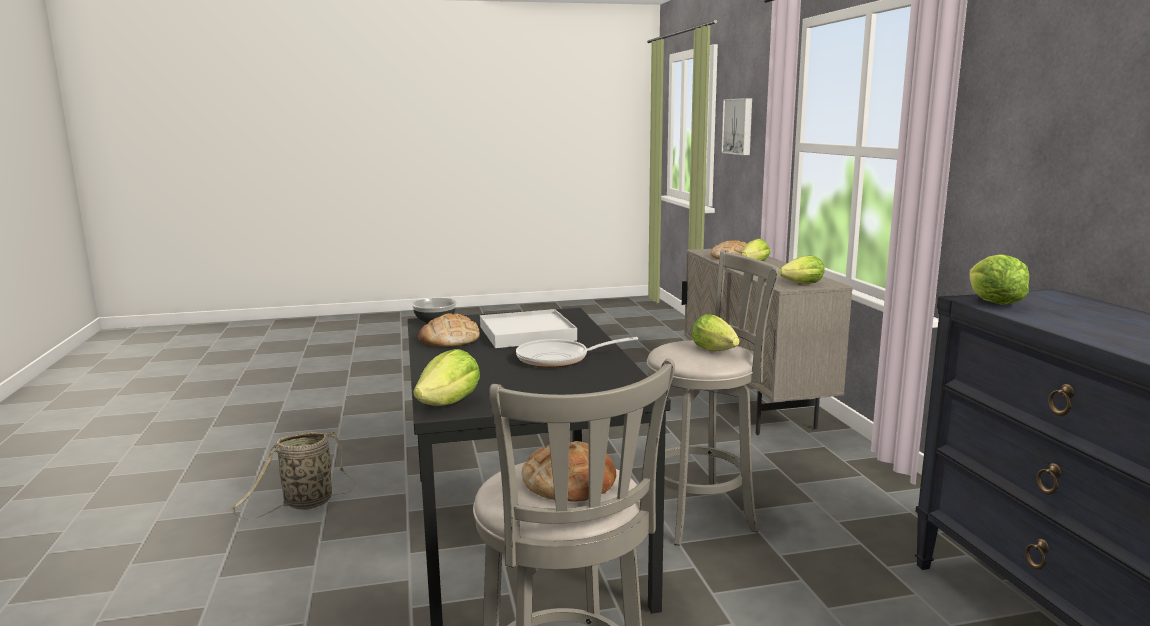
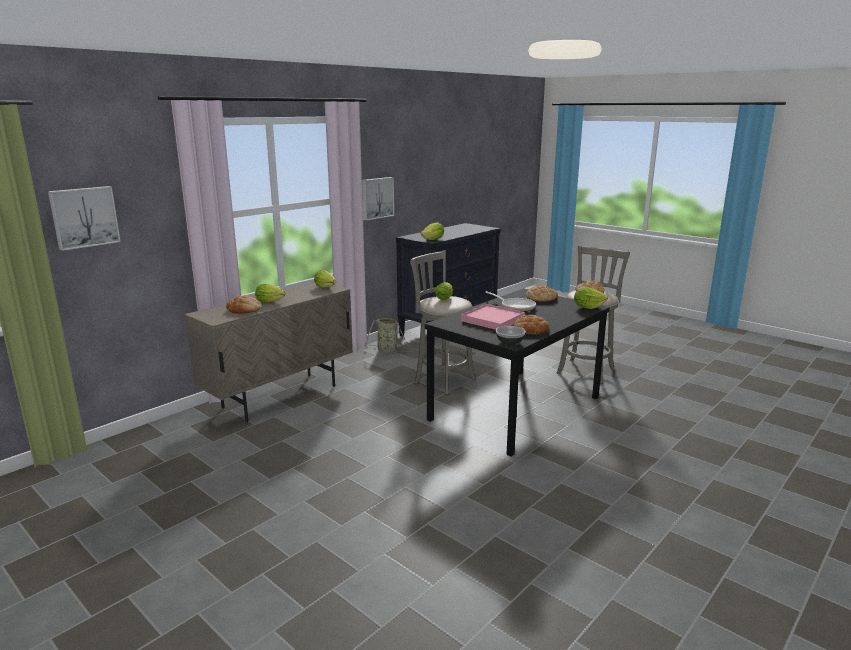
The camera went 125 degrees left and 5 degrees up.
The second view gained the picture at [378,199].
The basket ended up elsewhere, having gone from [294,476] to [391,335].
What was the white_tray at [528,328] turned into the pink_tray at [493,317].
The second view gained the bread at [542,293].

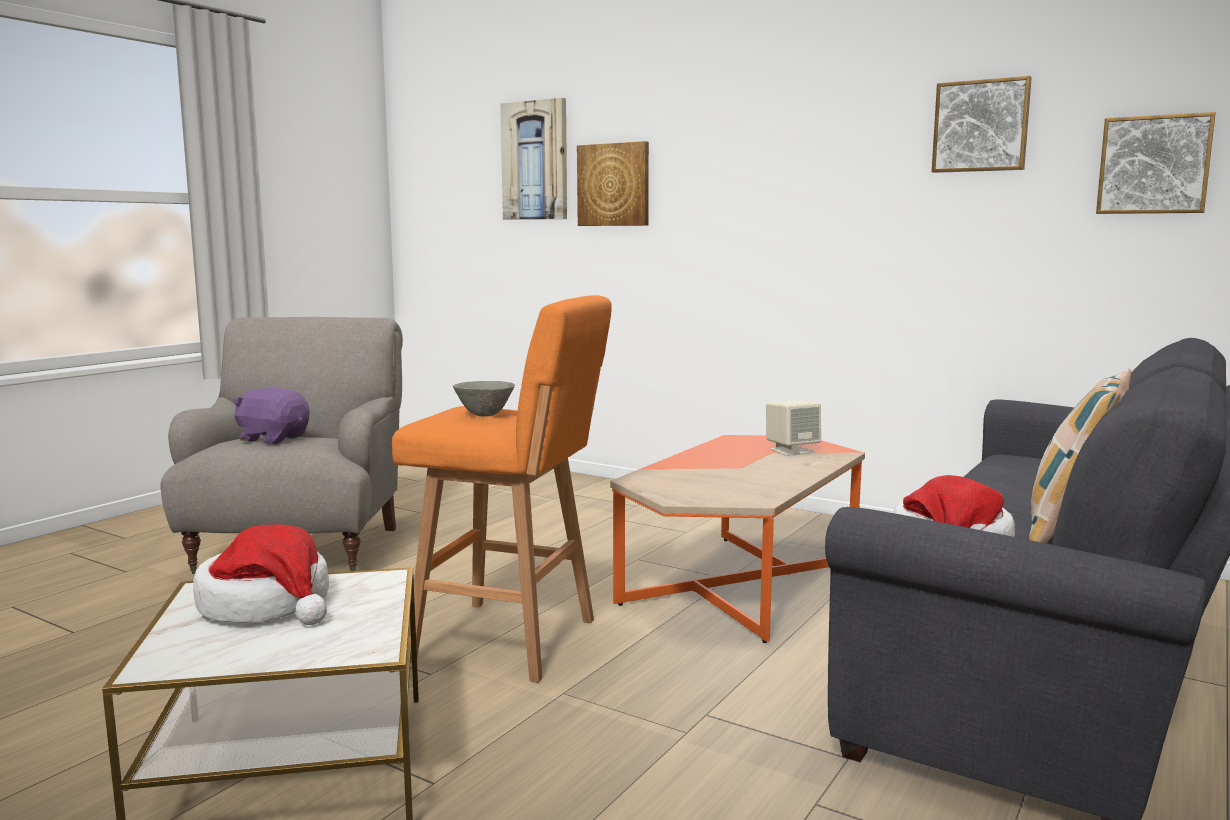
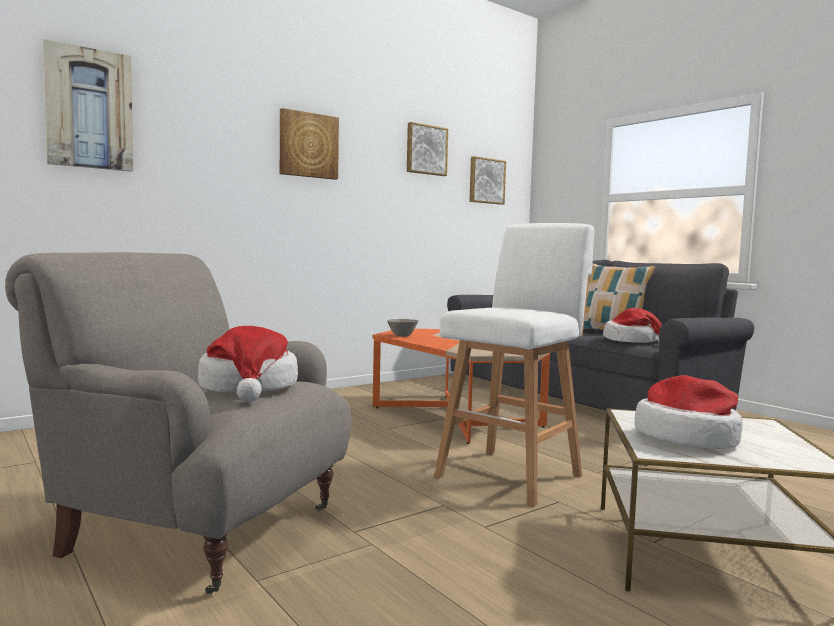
The camera went 70 degrees left and 5 degrees down.
Where the purple_plush_toy stood at [271,416], the hat came to stand at [248,364].
The picture ended up elsewhere, having gone from [613,183] to [309,144].
The grey_bowl ended up elsewhere, having gone from [484,399] to [402,328].
What was the orange_stool at [502,489] turned into the white_stool at [514,365].
The second view lost the beige_speaker at [793,428].

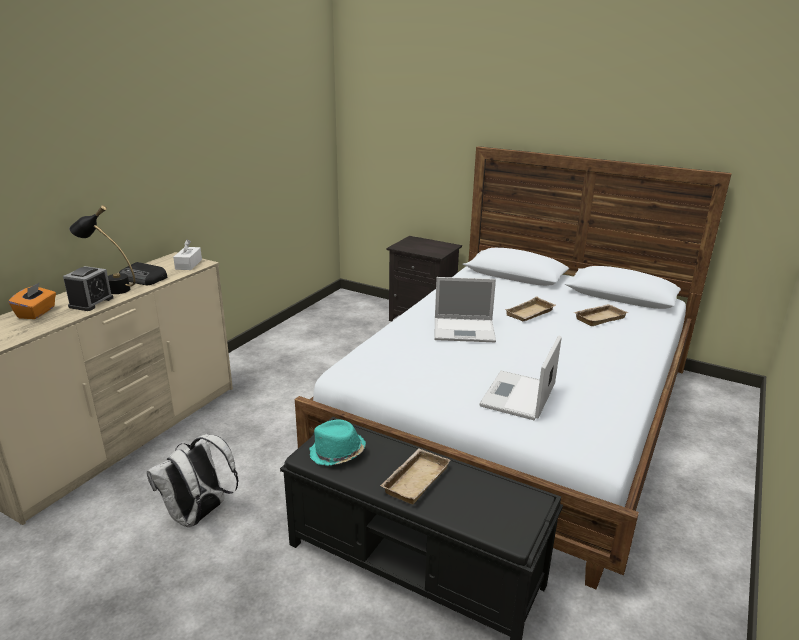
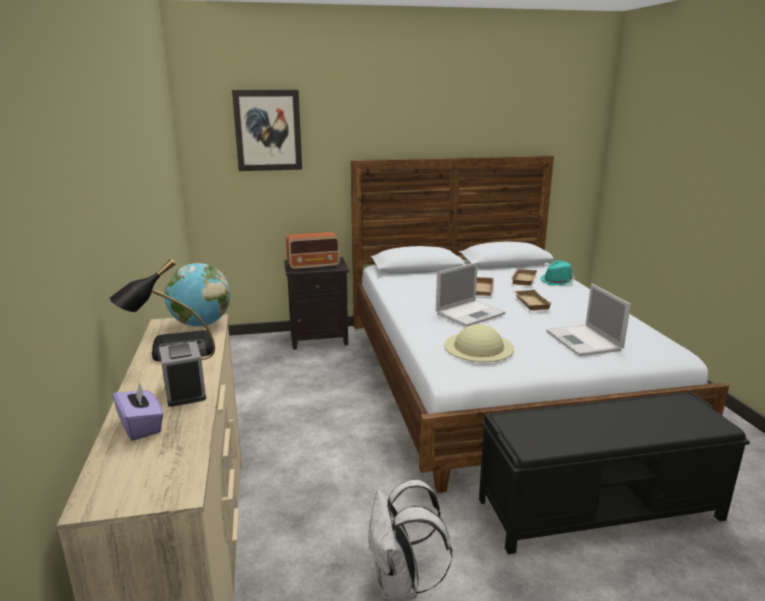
The camera went 40 degrees left and 5 degrees down.
What was the orange_tissue_box at [32,300] turned into the purple_tissue_box at [138,411].
Where the white_tissue_box stood at [187,254], the globe came to stand at [197,295].
The second view gained the picture at [267,130].
The second view gained the radio at [313,251].
The second view gained the beige_hat at [479,343].
The beige_tray ended up elsewhere, having gone from [415,476] to [533,300].
The turquoise_hat ended up elsewhere, having gone from [337,442] to [557,273].

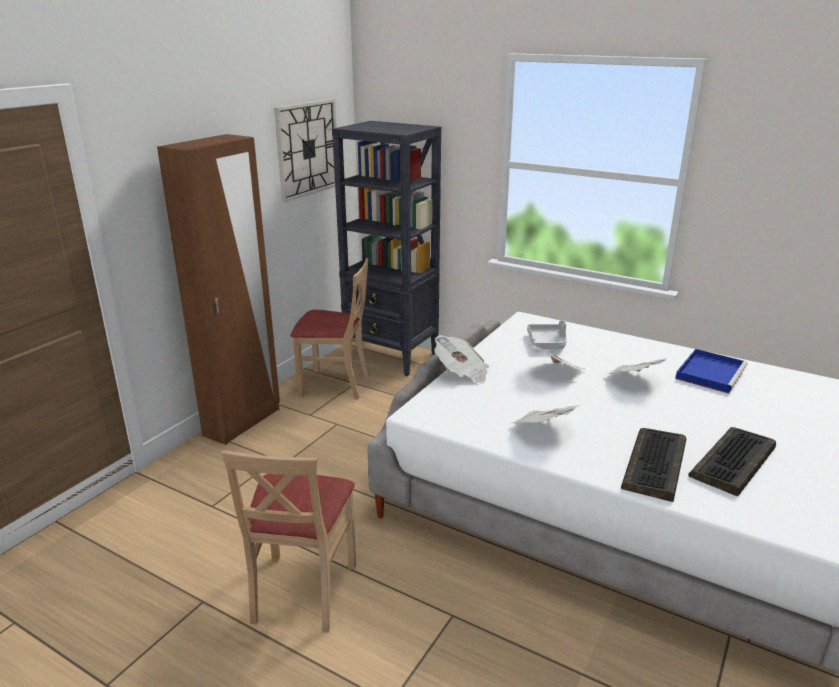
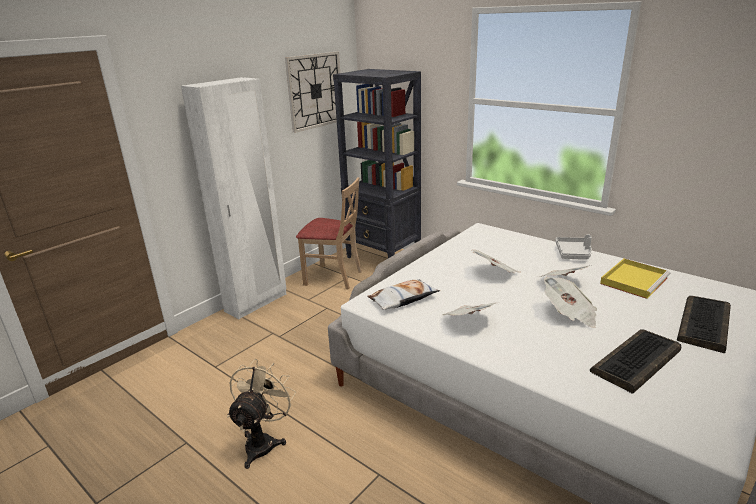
The camera went 10 degrees right and 0 degrees up.
What was the brown_wardrobe at [218,289] turned into the white_wardrobe at [234,198].
Where the beige_chair stood at [289,541], the beige_fan came to stand at [261,414].
The second view gained the pillow at [403,294].
The newspaper ended up elsewhere, having gone from [461,360] to [570,302].
The grey_tray ended up elsewhere, having gone from [547,334] to [573,246].
What was the blue_tray at [711,371] turned into the yellow_tray at [635,279].
The keyboard ended up elsewhere, having gone from [653,465] to [704,324].

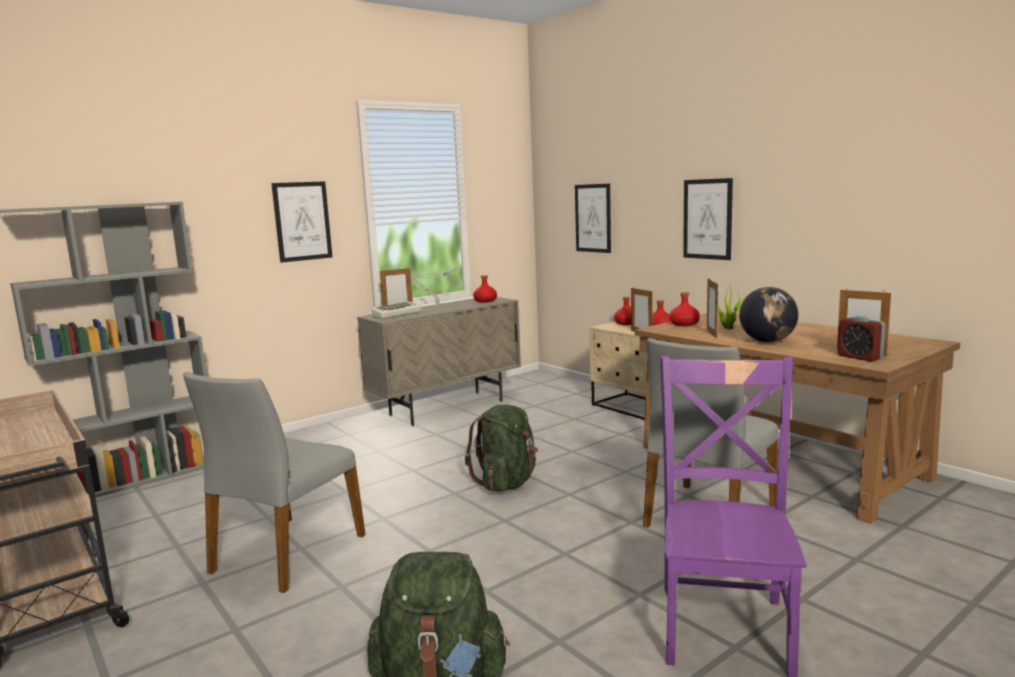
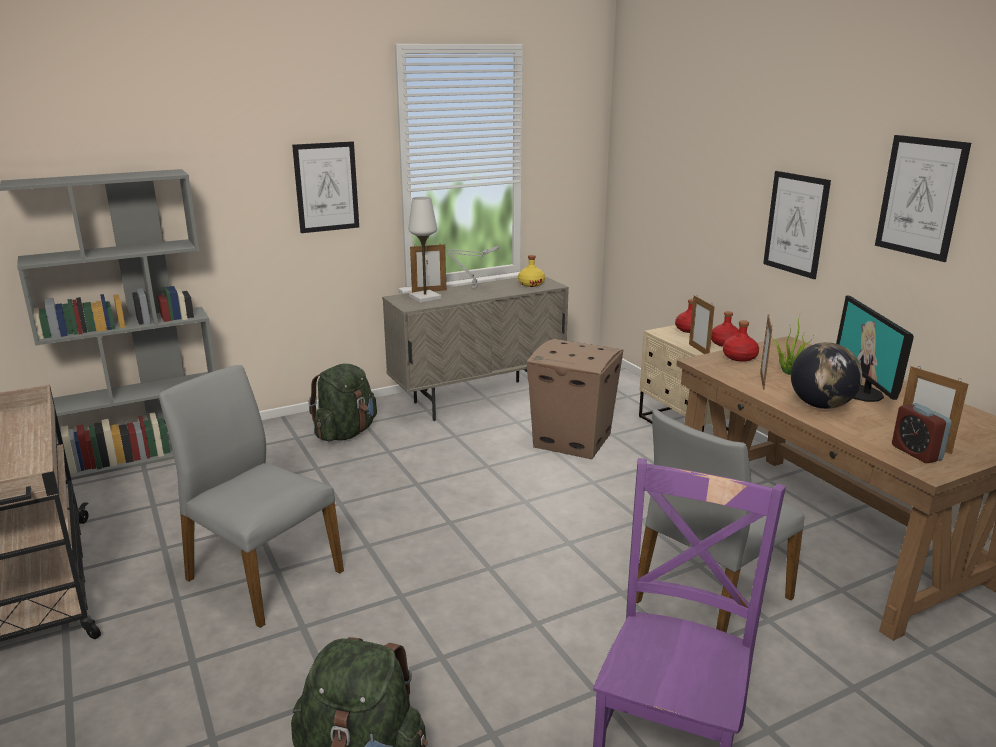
The camera went 10 degrees right and 10 degrees up.
The grey_chair at [274,482] ended up facing another way, 90 degrees clockwise from before.
The green_backpack ended up elsewhere, having gone from [501,448] to [342,402].
Where the keyboard stood at [396,310], the white_table_lamp came to stand at [424,250].
What was the red_bottle at [485,288] turned into the yellow_bottle at [531,271].
The second view gained the cardboard_box at [575,399].
The second view gained the monitor at [875,349].
The picture ended up elsewhere, having gone from [593,218] to [923,198].

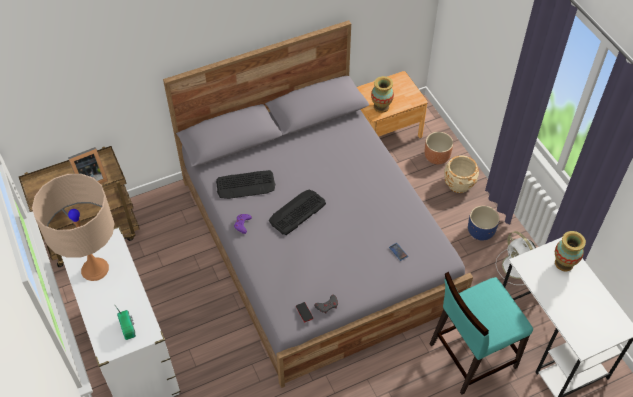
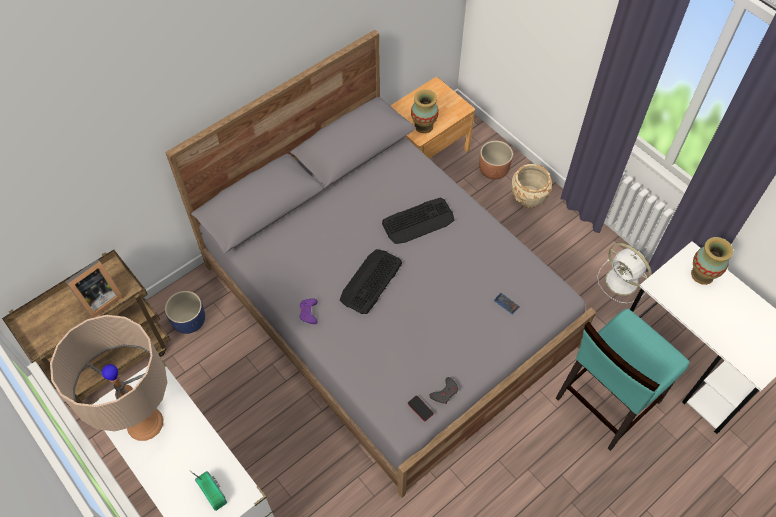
The camera went 15 degrees left and 5 degrees up.
The blue_planter ended up elsewhere, having gone from [484,223] to [185,312].
The keyboard ended up elsewhere, having gone from [245,184] to [418,220].

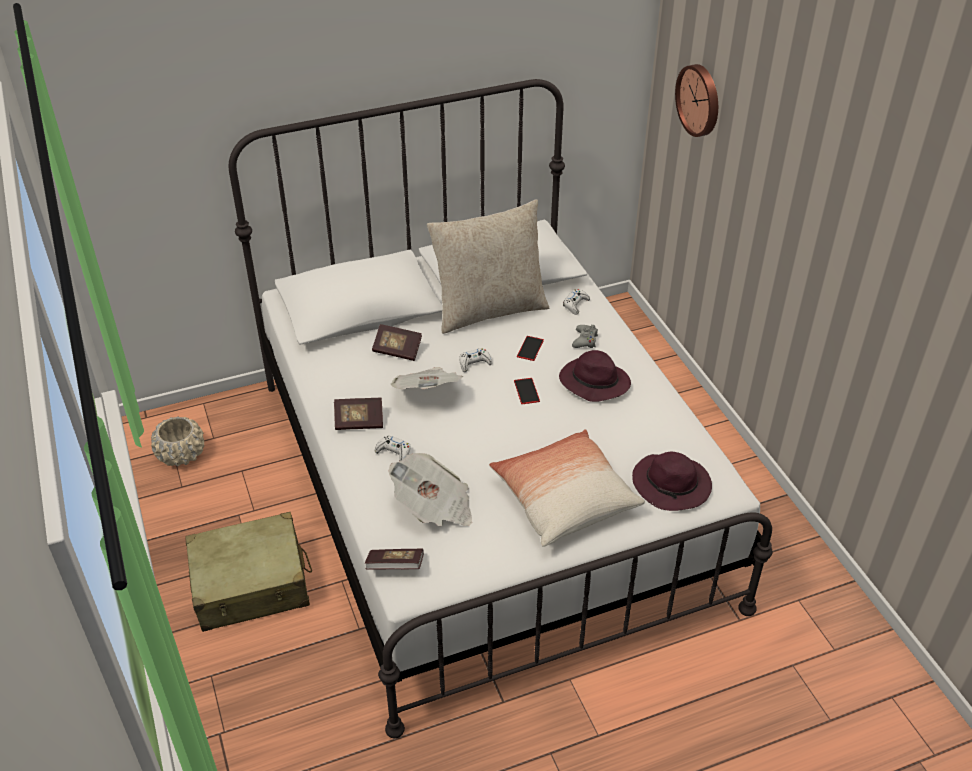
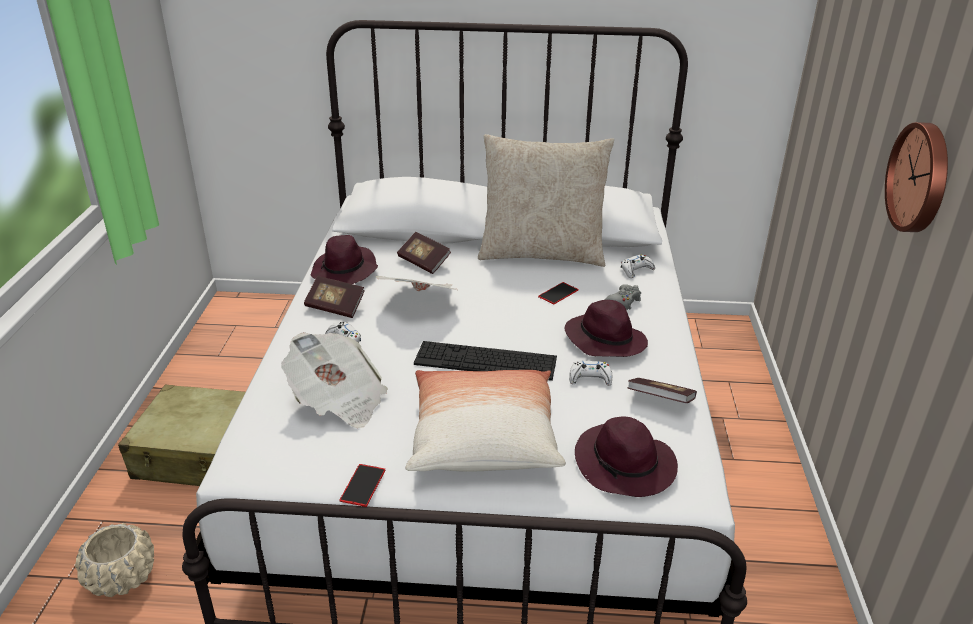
The camera went 25 degrees right and 10 degrees down.
The beige_planter ended up elsewhere, having gone from [177,441] to [114,560].
The second view gained the purple_hat at [344,259].
The phone ended up elsewhere, having gone from [527,391] to [362,485].
The second view gained the keyboard at [485,361].
The white_game_controller ended up elsewhere, having gone from [475,360] to [590,373].
The book ended up elsewhere, having gone from [394,559] to [662,390].
The wall_clock ended up elsewhere, having gone from [696,100] to [916,177].

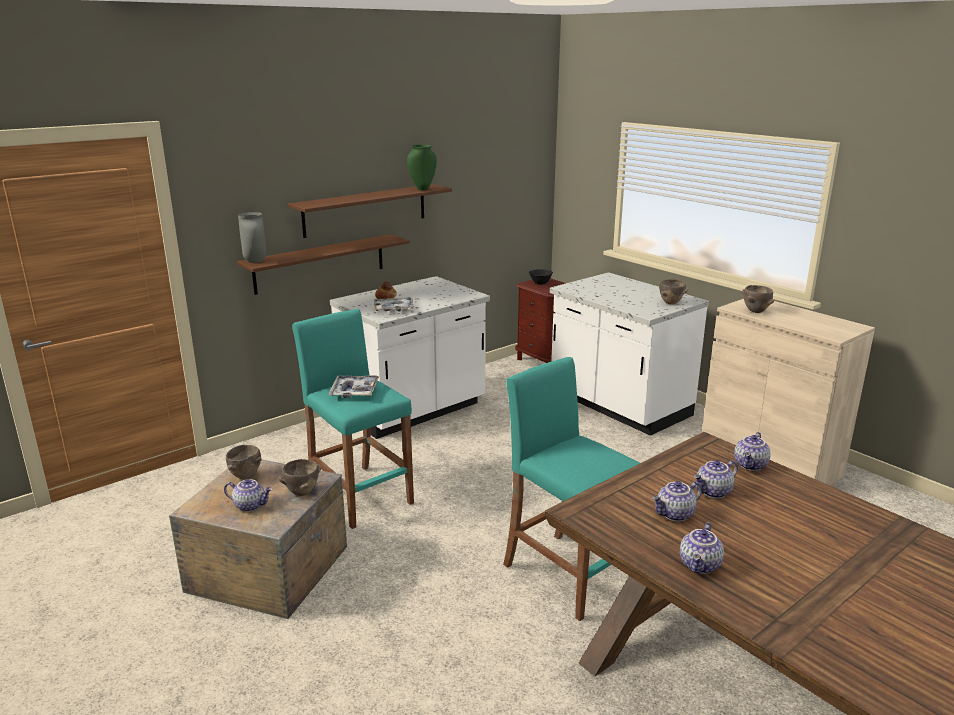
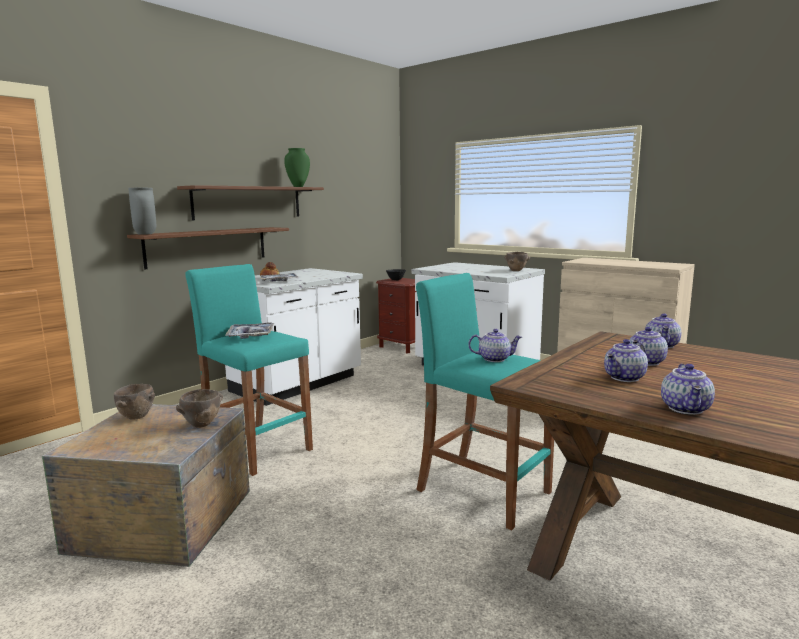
The camera went 10 degrees left and 10 degrees down.
The teapot ended up elsewhere, having gone from [248,495] to [495,345].
The second view lost the brown_bowl at [758,299].

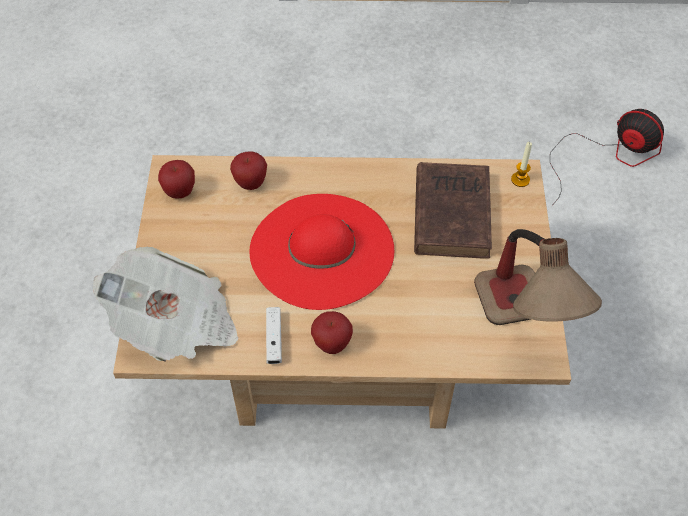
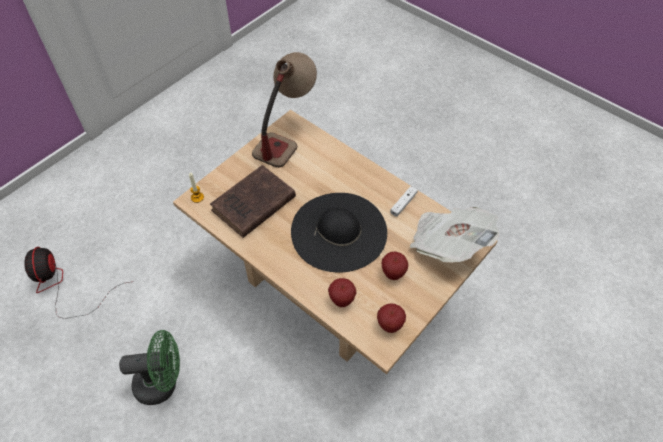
The camera went 140 degrees left and 0 degrees up.
The second view gained the green_fan at [149,367].
What was the red_hat at [321,252] turned into the black_hat at [339,232].
The apple ended up elsewhere, having gone from [332,332] to [394,266].

